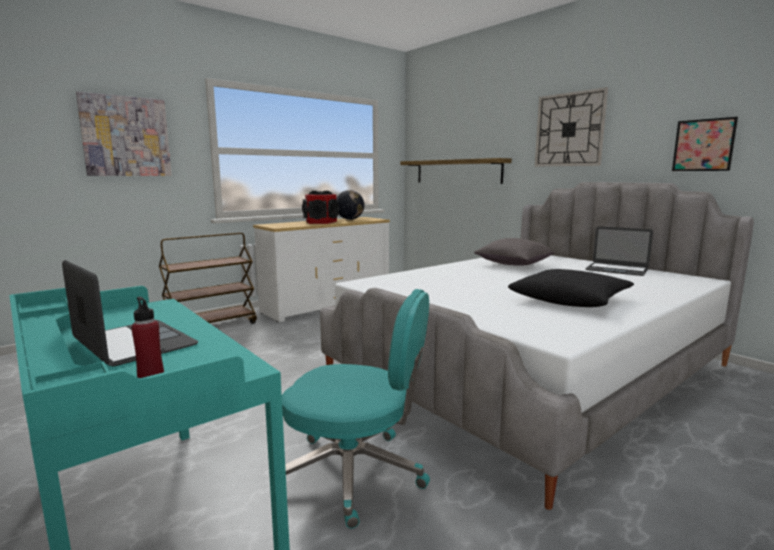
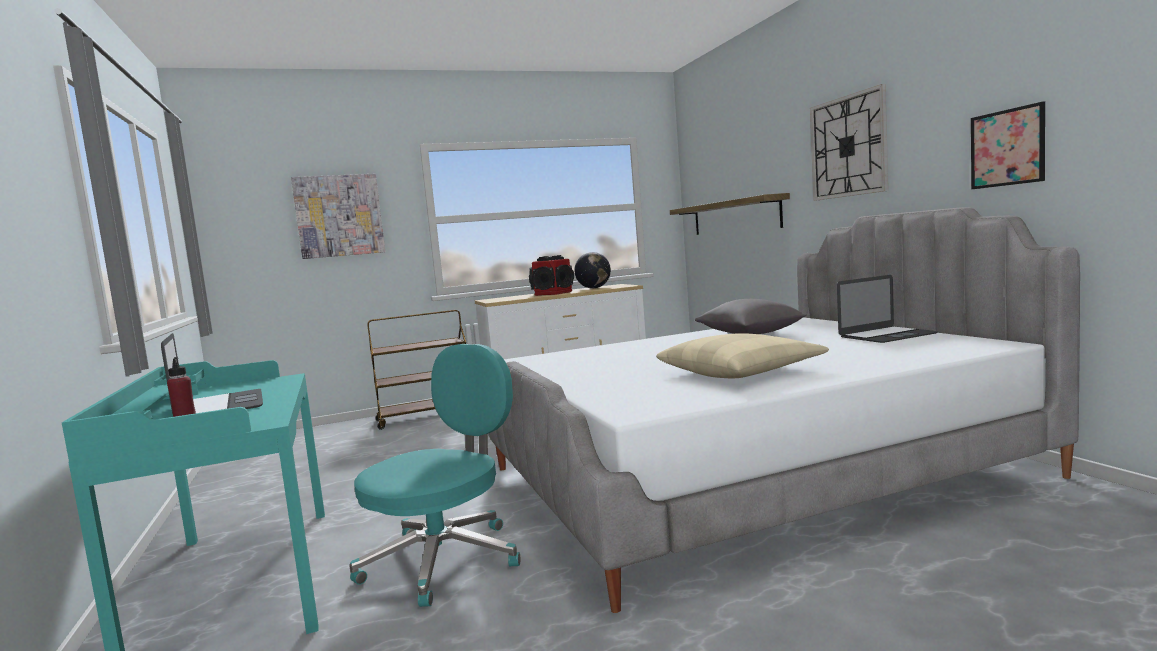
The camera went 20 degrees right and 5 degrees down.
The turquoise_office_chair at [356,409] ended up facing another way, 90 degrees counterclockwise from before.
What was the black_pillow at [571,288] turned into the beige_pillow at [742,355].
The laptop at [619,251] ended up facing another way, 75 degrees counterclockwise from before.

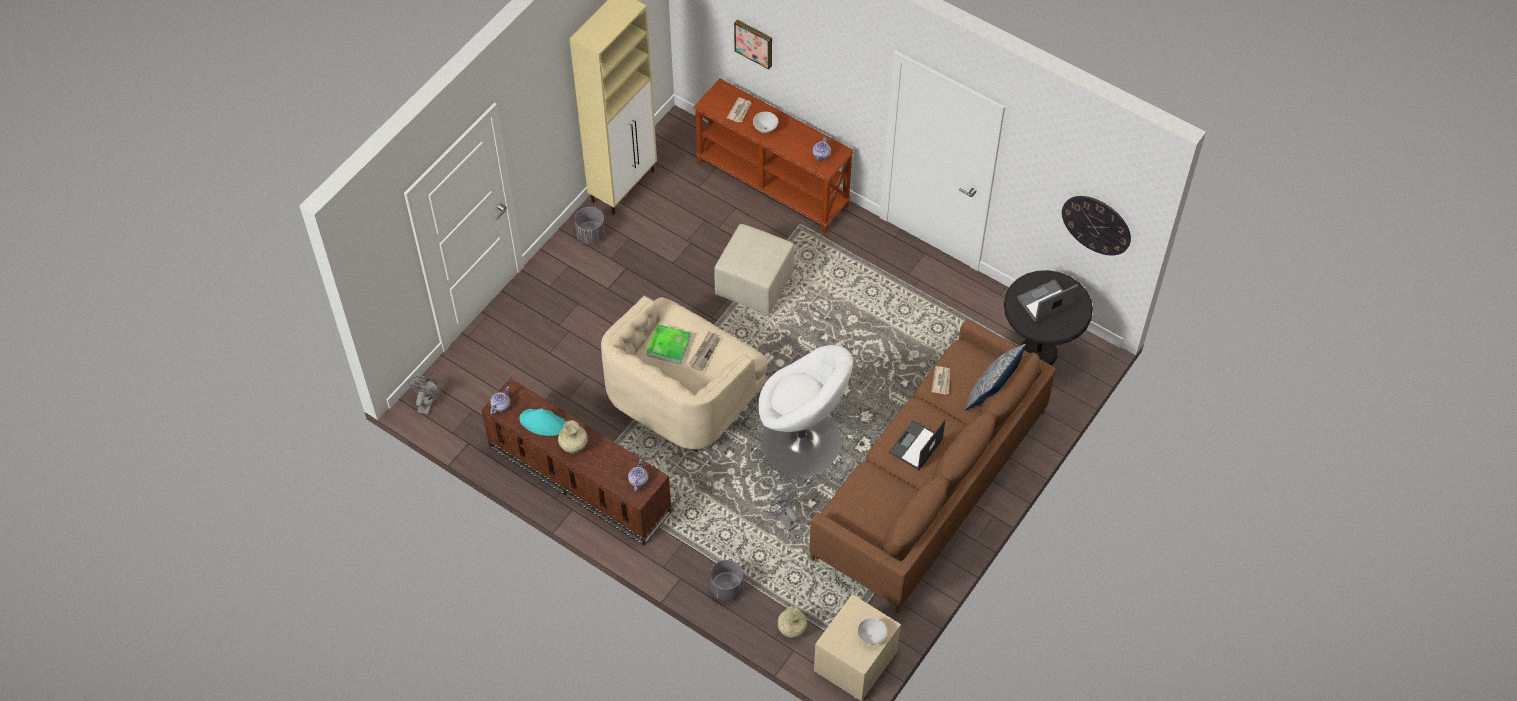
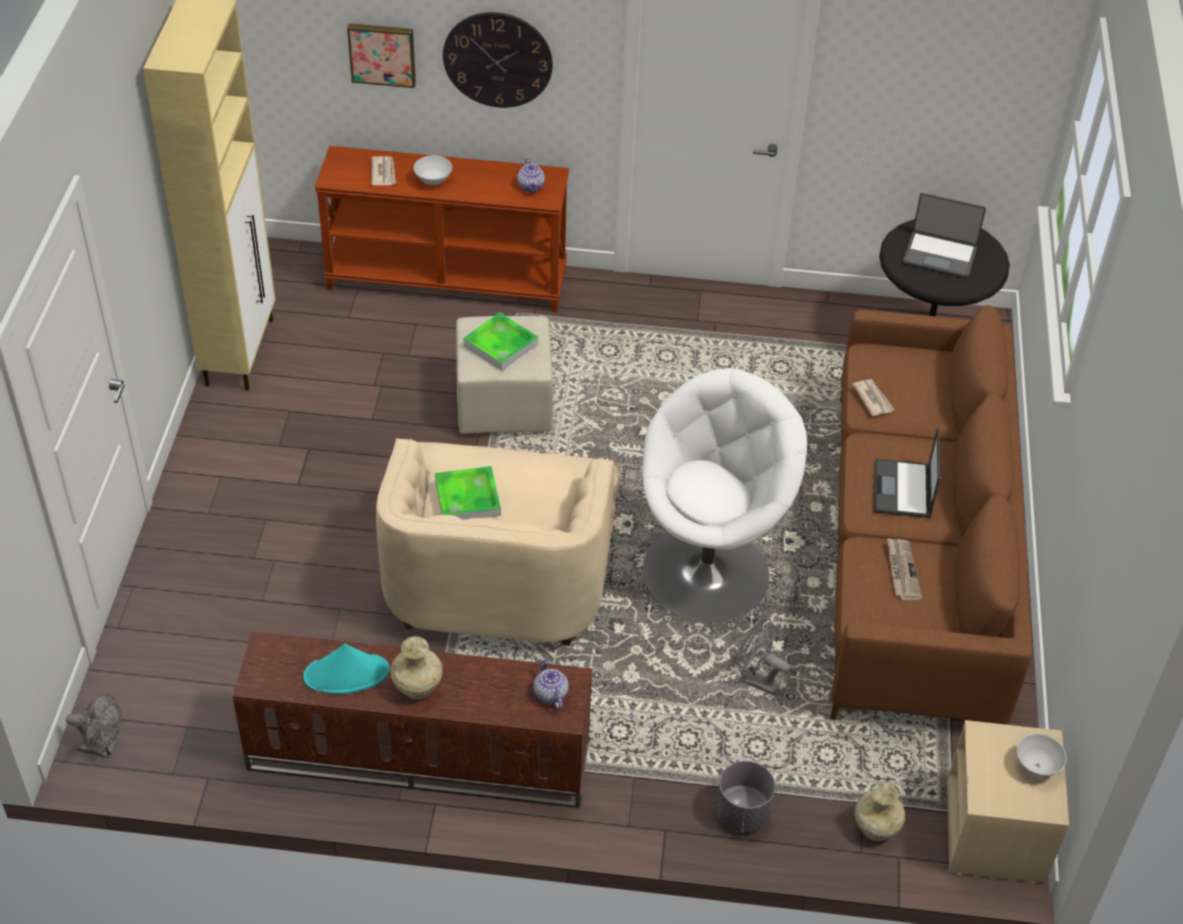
The camera went 30 degrees left and 10 degrees down.
The grey_fan at [424,395] ended up facing another way, 120 degrees clockwise from before.
The wall_clock ended up elsewhere, having gone from [1096,225] to [498,60].
The second view gained the tray at [500,341].
The white_armchair at [806,410] ended up facing another way, 45 degrees counterclockwise from before.
The newspaper ended up elsewhere, having gone from [705,351] to [904,569].
The laptop at [1047,301] ended up facing another way, 105 degrees counterclockwise from before.
The second view lost the teapot at [500,400].
The second view lost the grey_planter at [589,225].
The second view lost the pillow at [995,377].

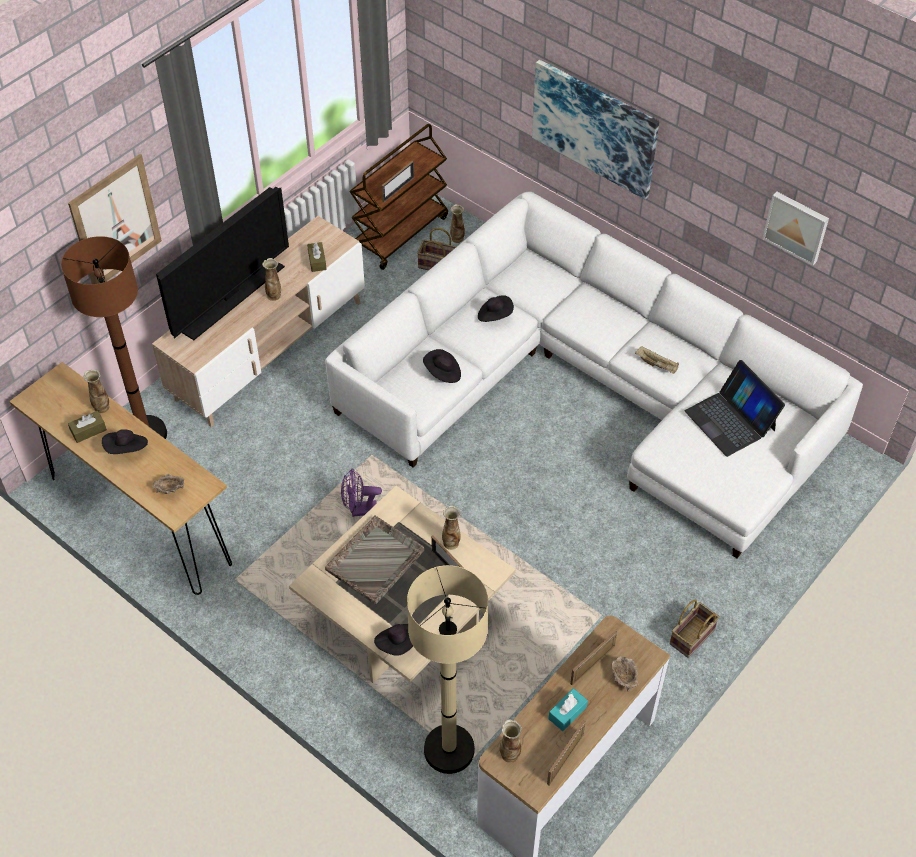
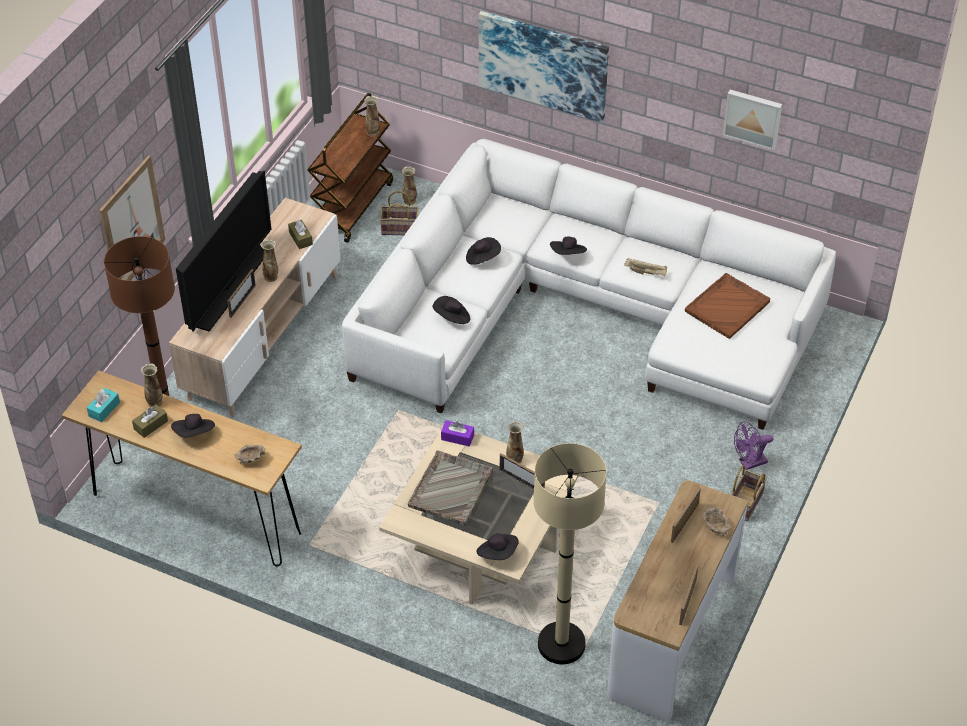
The camera went 15 degrees left and 5 degrees down.
The turquoise_tissue_box ended up elsewhere, having gone from [568,709] to [103,405].
The picture_frame ended up elsewhere, having gone from [398,181] to [241,293].
The vase ended up elsewhere, having gone from [511,741] to [372,116].
The second view gained the purple_tissue_box at [457,433].
The second view gained the black_hat at [568,246].
Where the laptop stood at [735,408], the brown_tray came to stand at [727,306].
The purple_fan ended up elsewhere, having gone from [361,492] to [753,445].

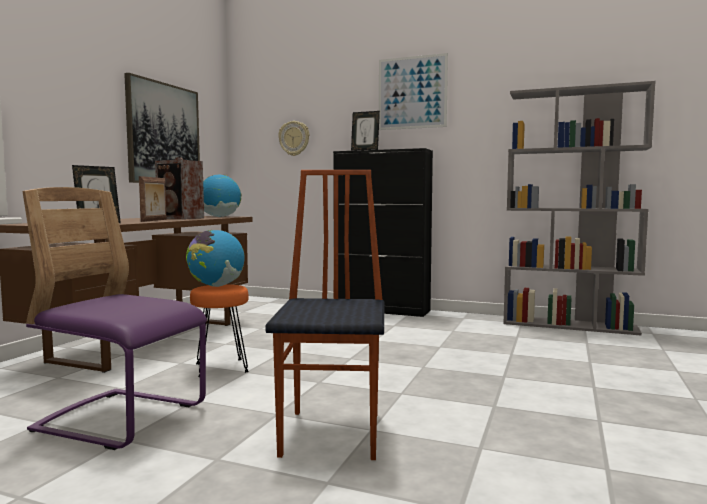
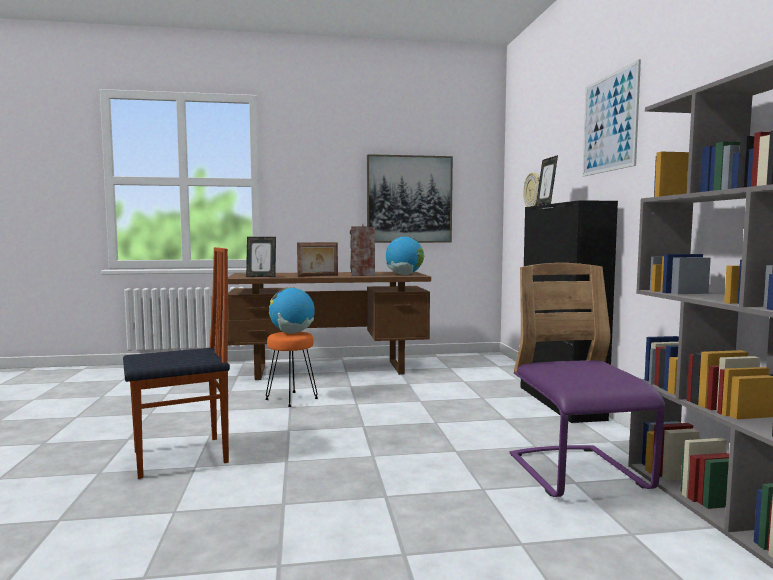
The camera went 60 degrees right and 0 degrees up.
The purple_chair ended up elsewhere, having gone from [114,318] to [587,380].

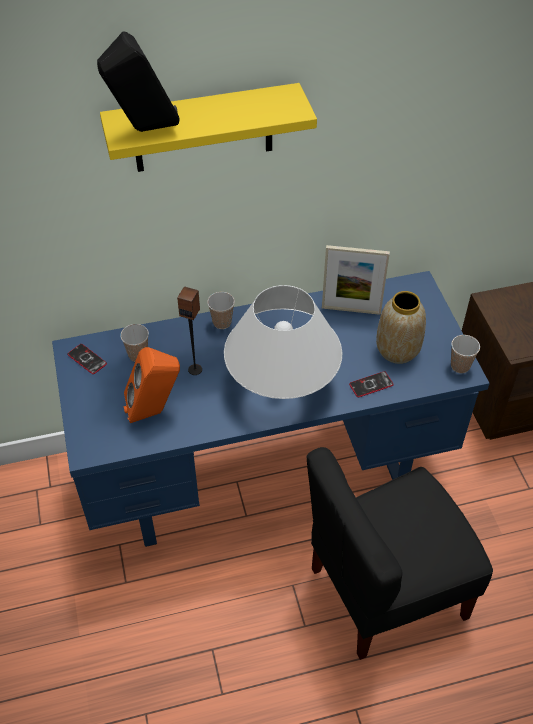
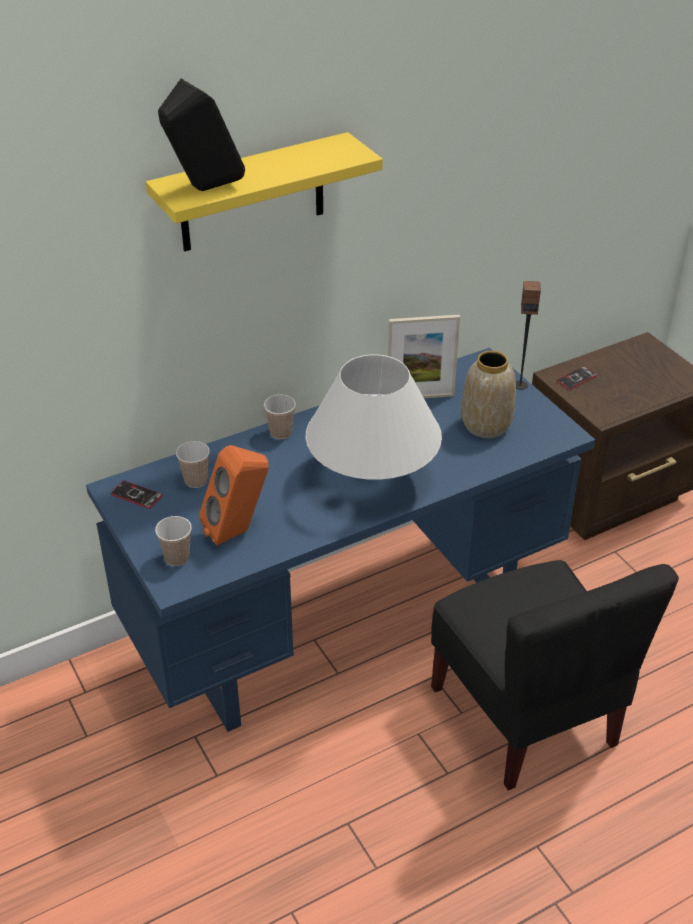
The camera went 15 degrees left and 10 degrees down.
The cup ended up elsewhere, having gone from [465,354] to [173,541].
The black_chair at [400,553] ended up facing another way, 75 degrees counterclockwise from before.
The speaker ended up elsewhere, having gone from [189,330] to [528,335].
The phone ended up elsewhere, having gone from [371,384] to [577,377].

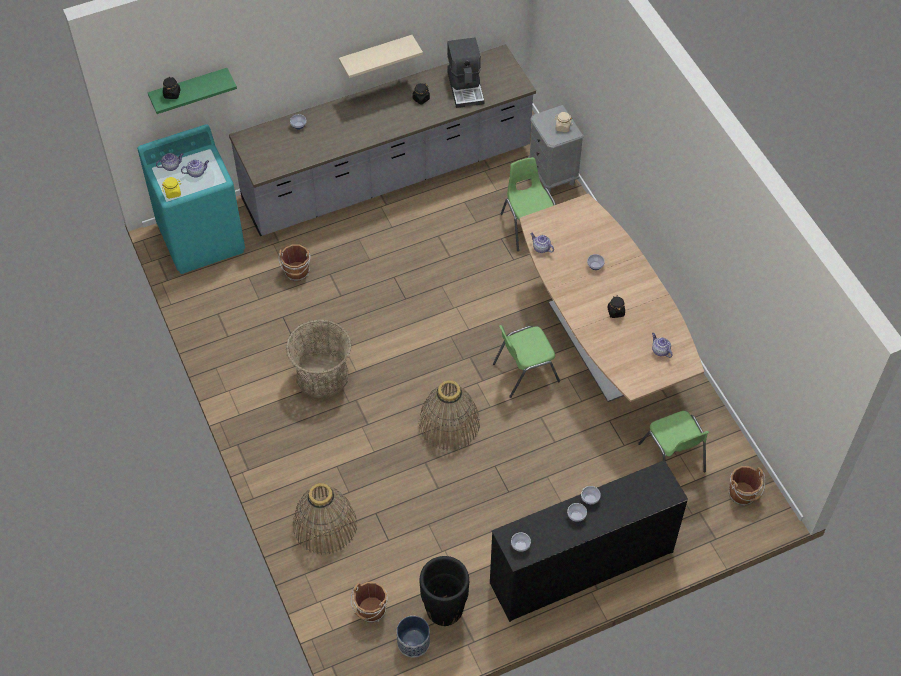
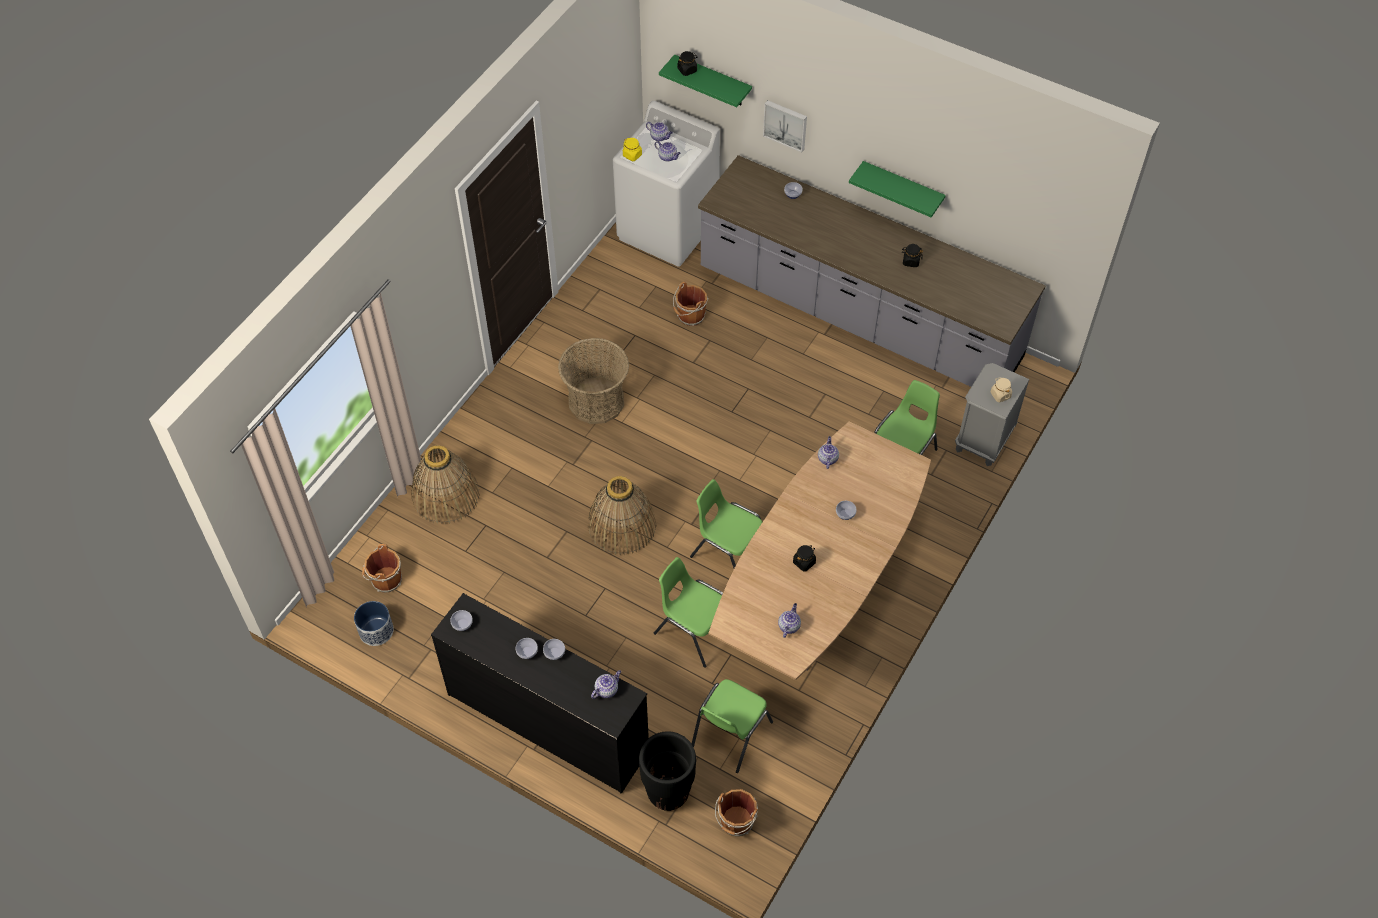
The camera went 55 degrees right and 0 degrees up.
The second view gained the teapot at [606,684].
What was the turquoise_washing_machine at [191,199] turned into the white_washing_machine at [666,184].
The black_planter ended up elsewhere, having gone from [444,591] to [667,771].
The second view gained the green_chair at [688,612].
The second view gained the picture at [785,126].
What was the beige_shelf at [381,56] turned into the green_shelf at [897,189].
The second view lost the coffee_machine at [466,72].

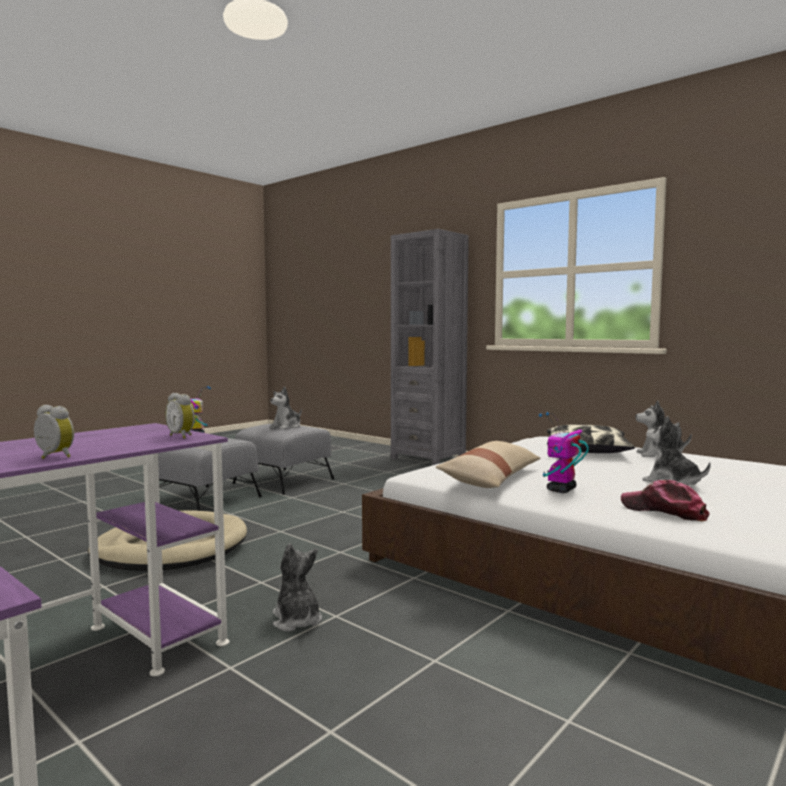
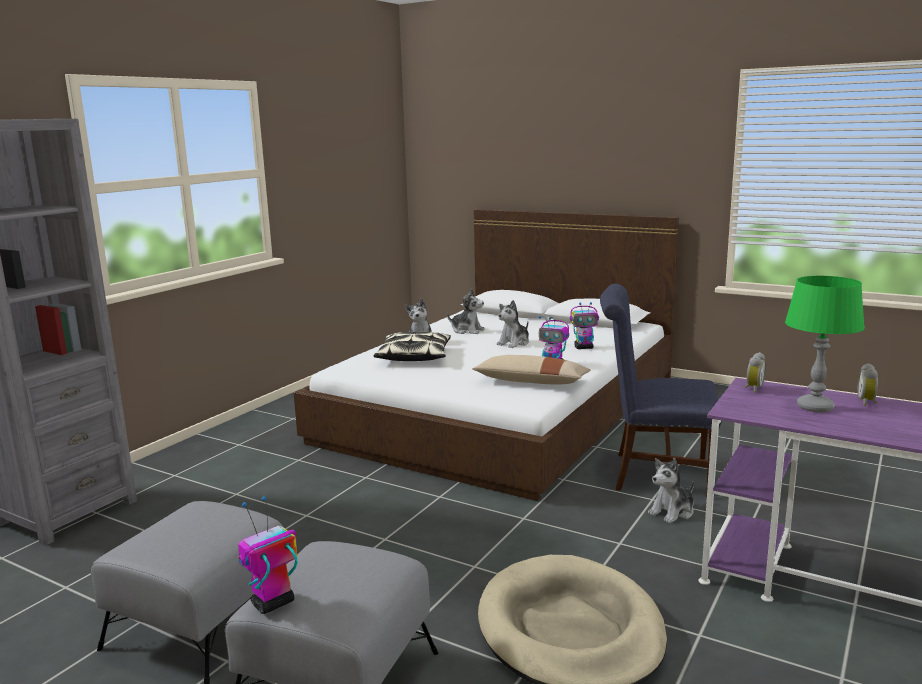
The camera went 100 degrees left and 10 degrees up.
The plush_toy ended up elsewhere, having gone from [286,407] to [466,311].
Where the cap stood at [665,500], the toy_robot came to stand at [584,325].
The second view gained the blue_chair at [661,391].
The second view gained the green_table_lamp at [825,344].

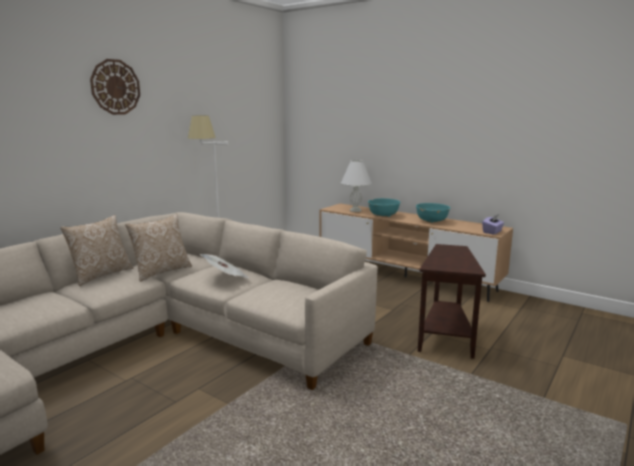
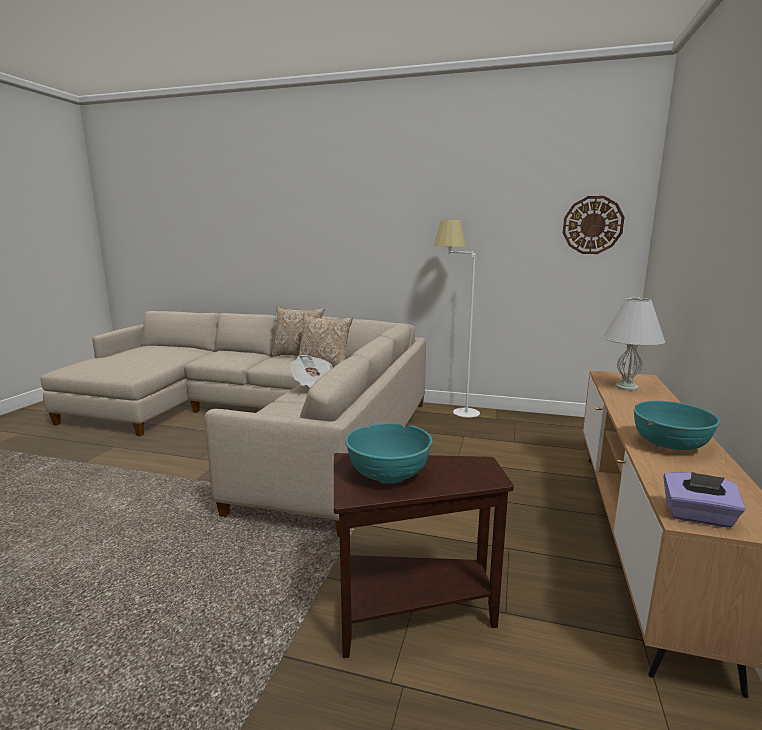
The camera went 70 degrees right and 0 degrees up.
The turquoise_bowl ended up elsewhere, having gone from [384,207] to [389,453].
The wall_clock ended up elsewhere, having gone from [115,87] to [593,225].

